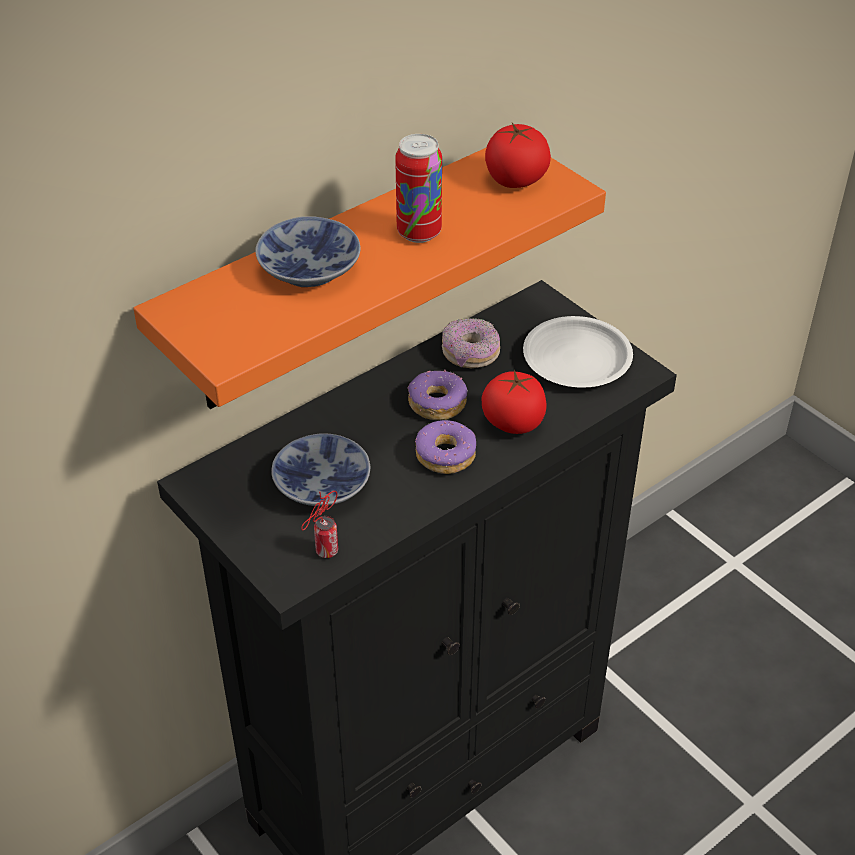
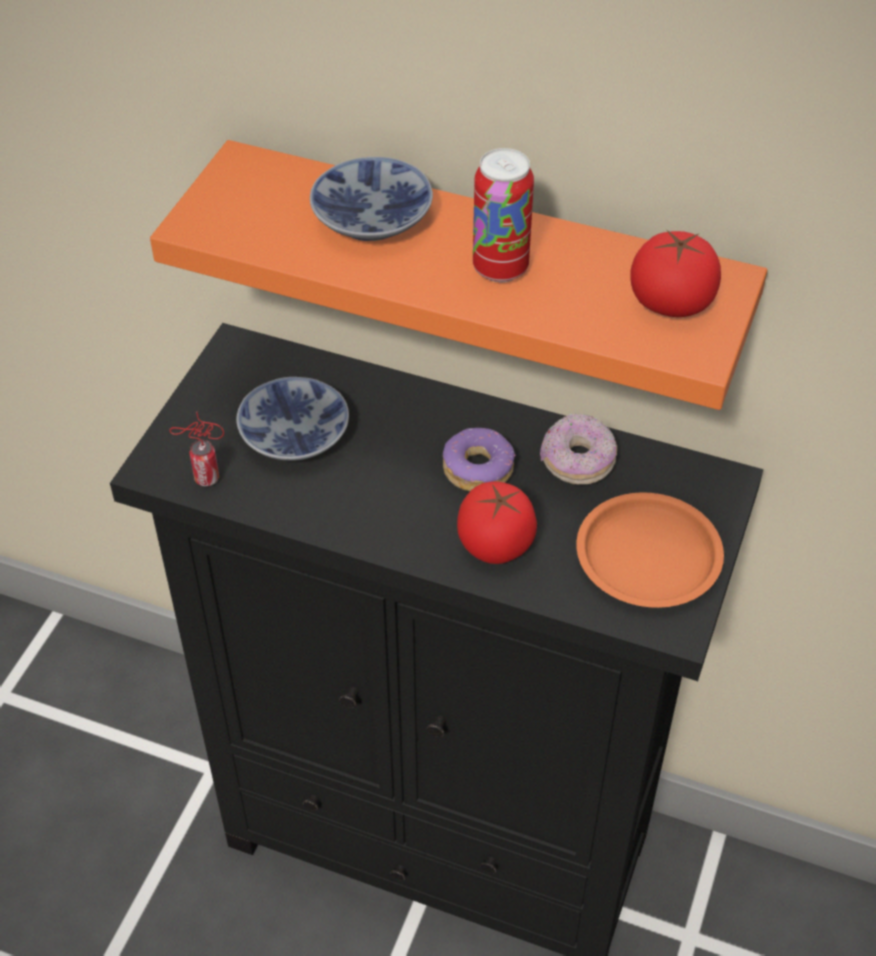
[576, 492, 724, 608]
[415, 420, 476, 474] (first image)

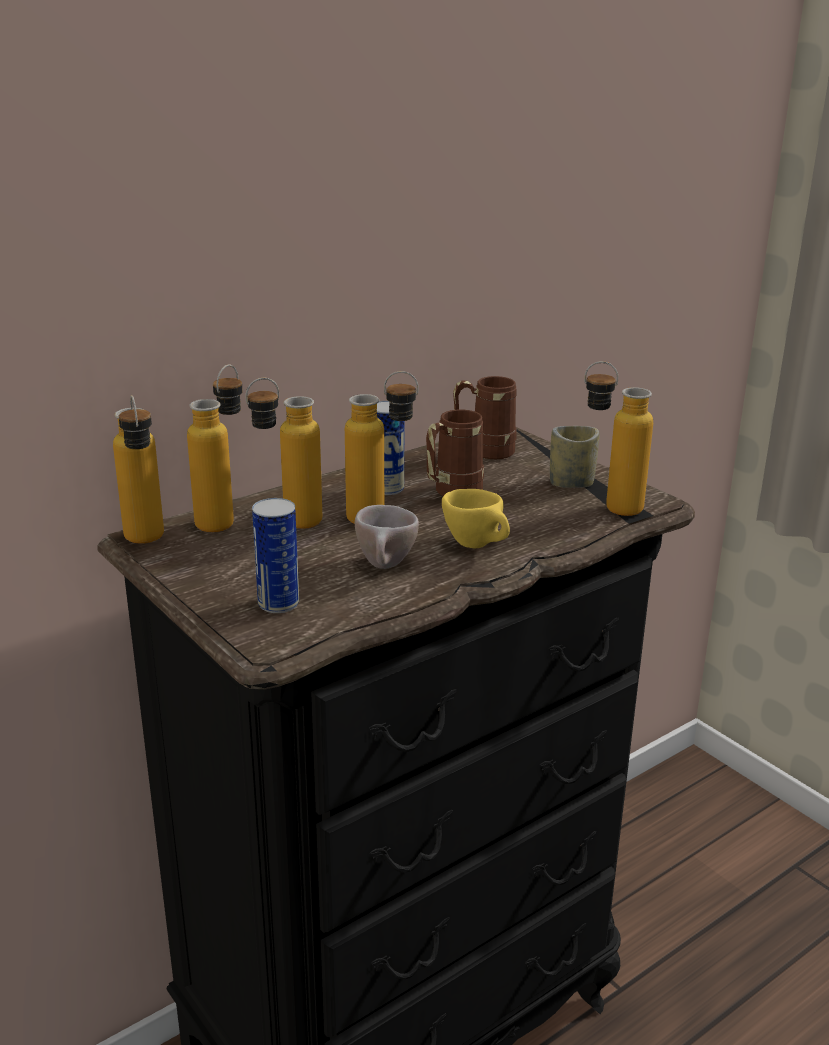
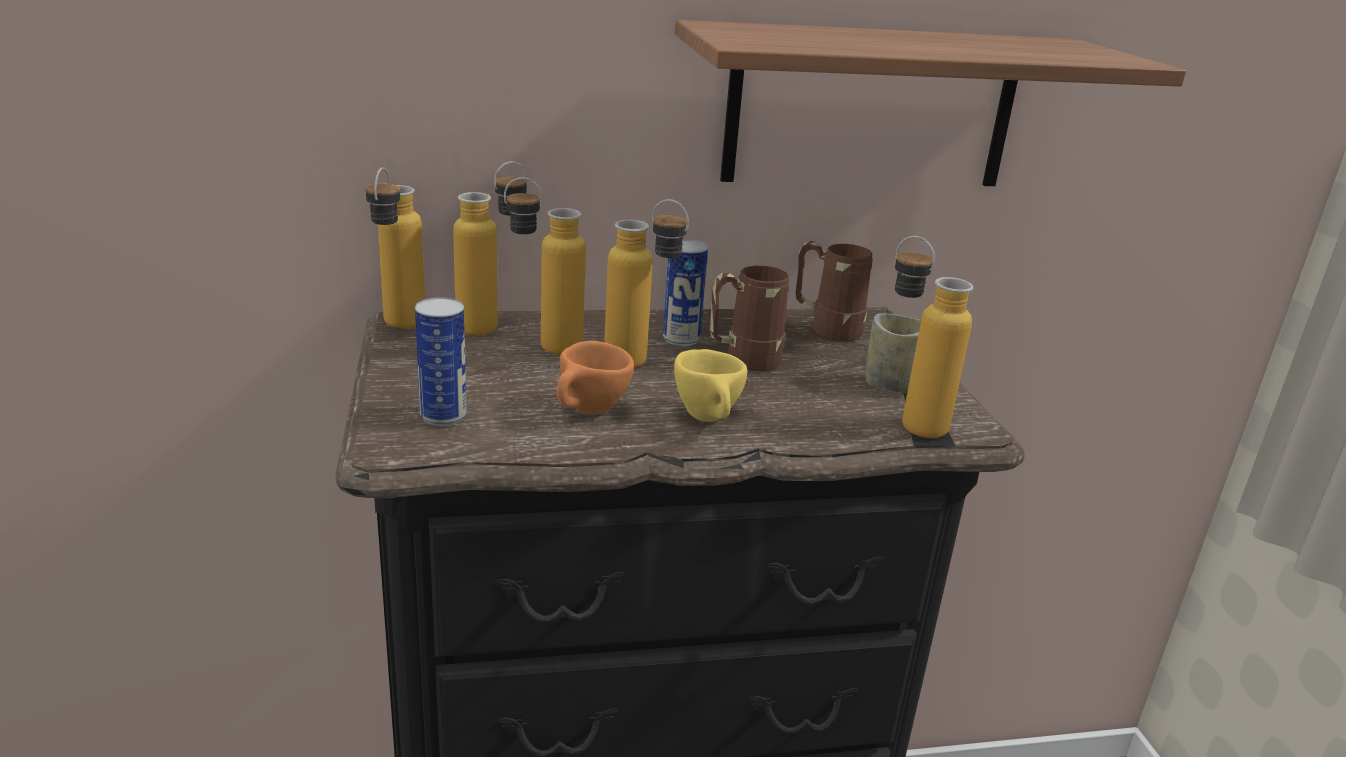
[556, 341, 634, 414]
[675, 20, 1186, 186]

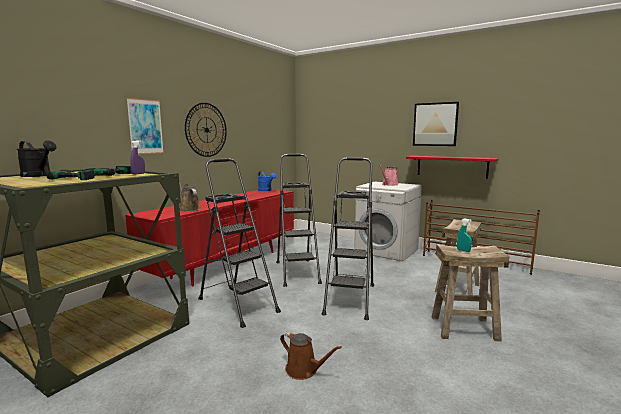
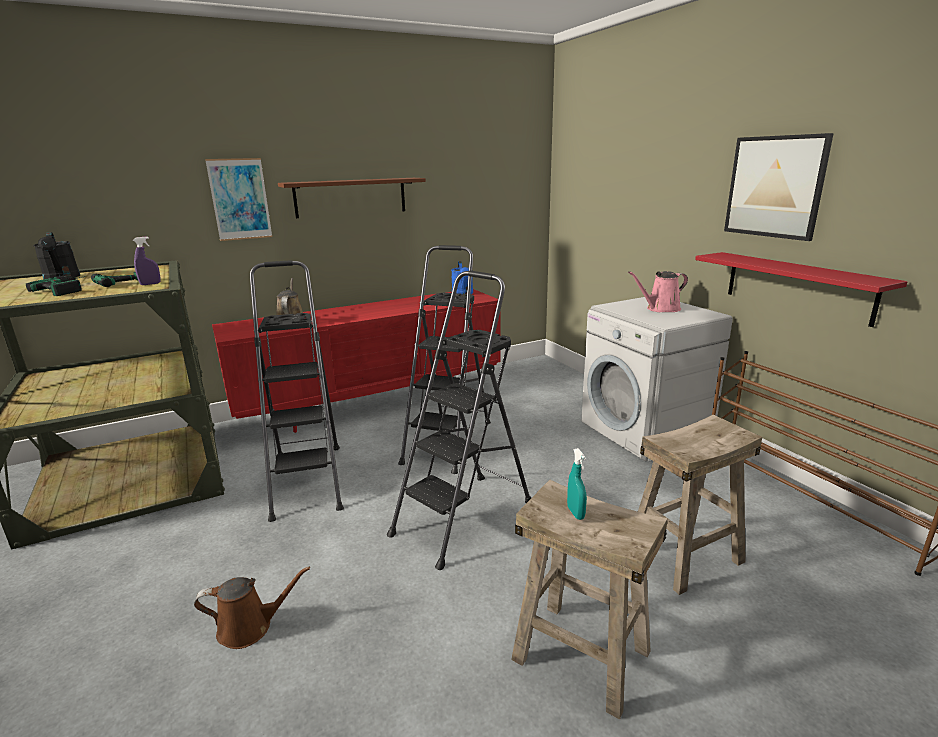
[194, 566, 310, 649]
[278, 178, 426, 218]

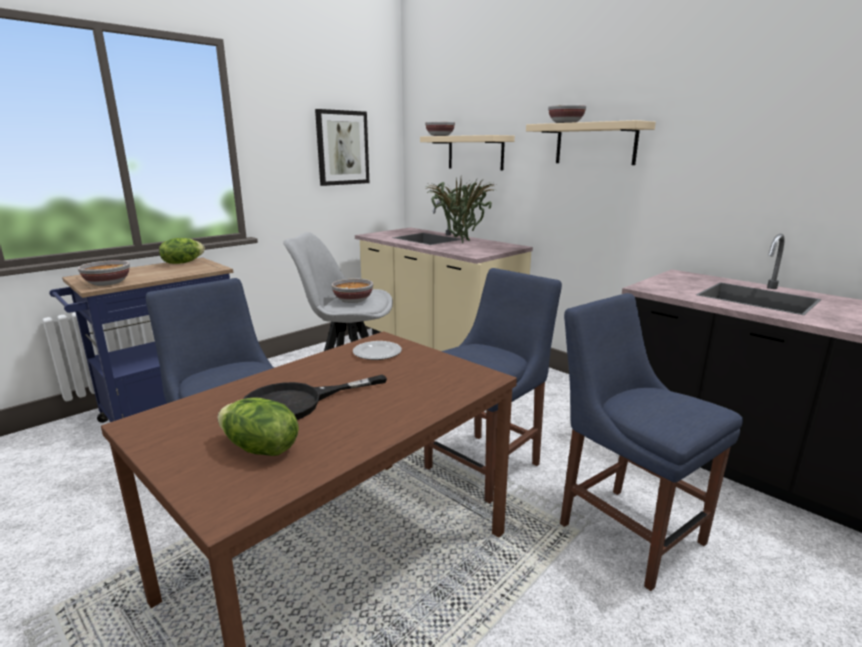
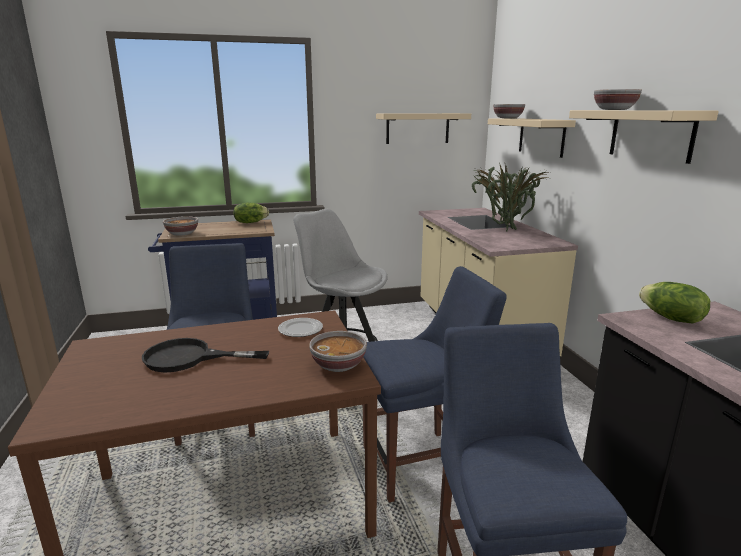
[309, 331, 367, 372]
[376, 113, 471, 144]
[639, 282, 710, 324]

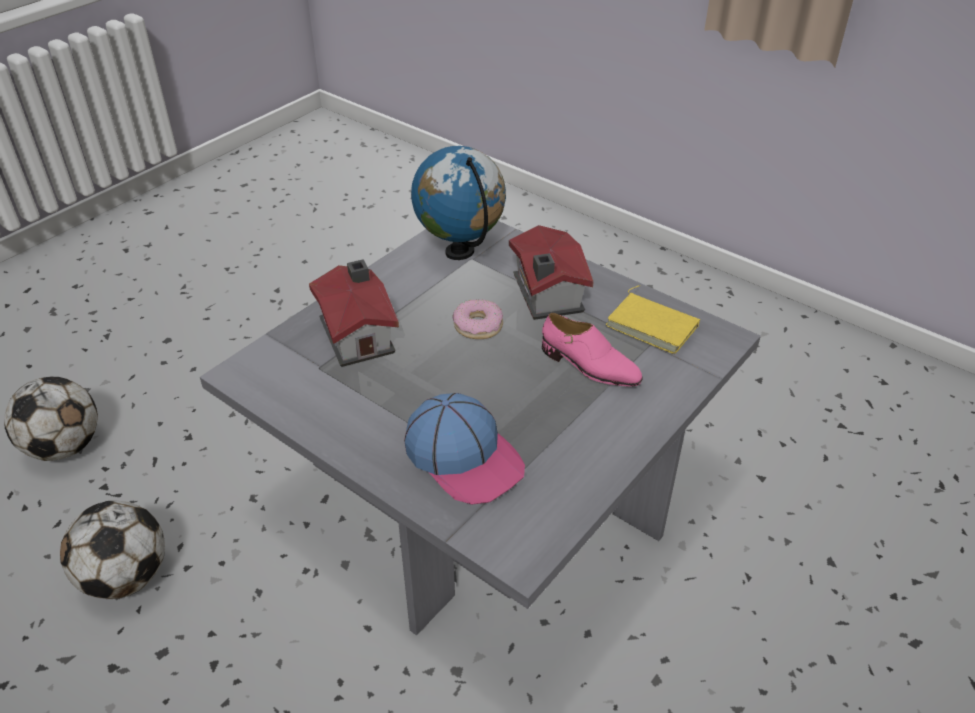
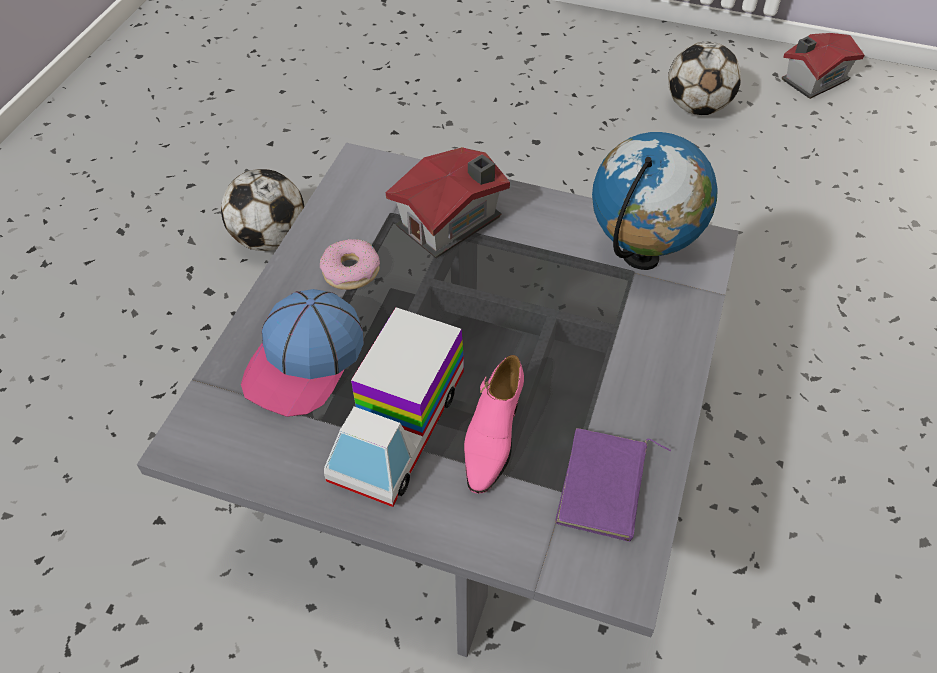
[320, 239, 380, 290]
[324, 307, 464, 507]
[555, 428, 671, 542]
[668, 42, 741, 115]
[782, 33, 864, 99]

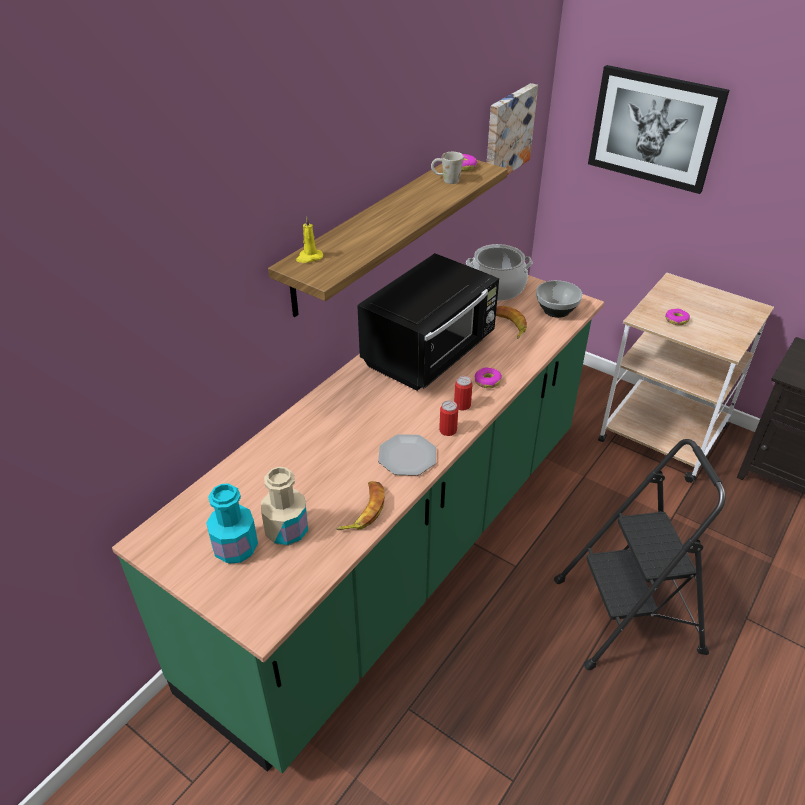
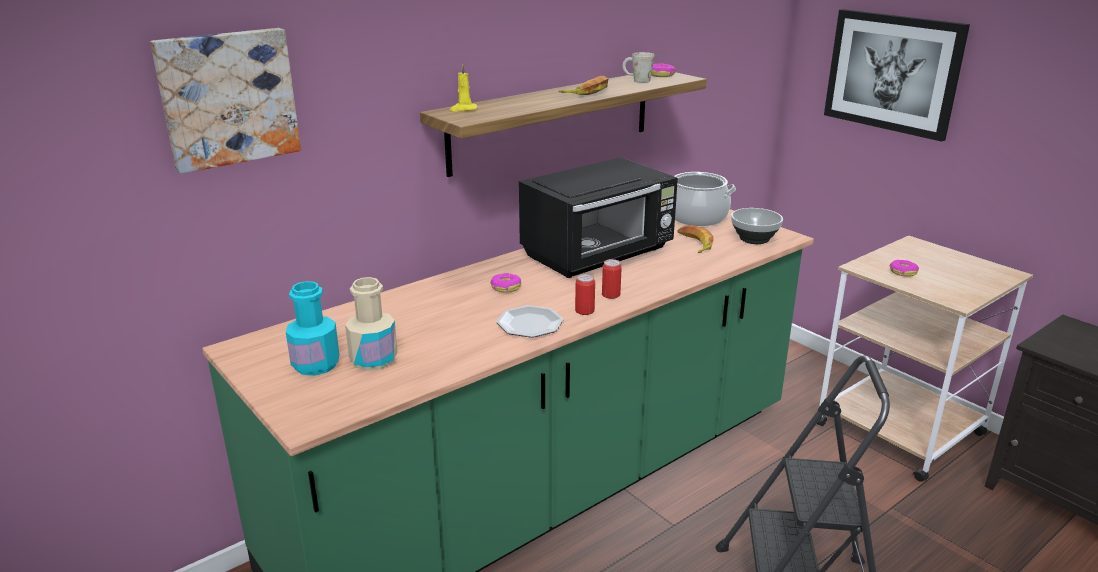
[150, 28, 301, 174]
[490, 273, 521, 293]
[558, 76, 609, 95]

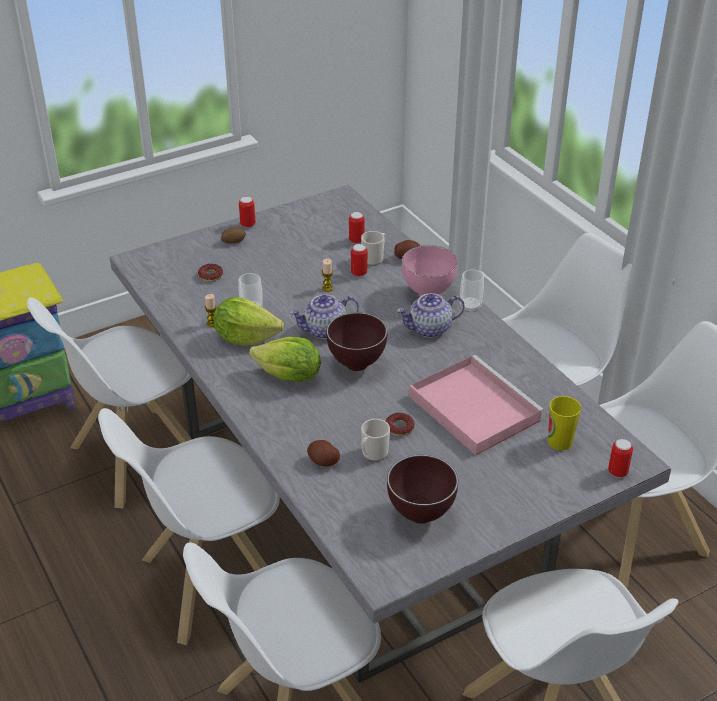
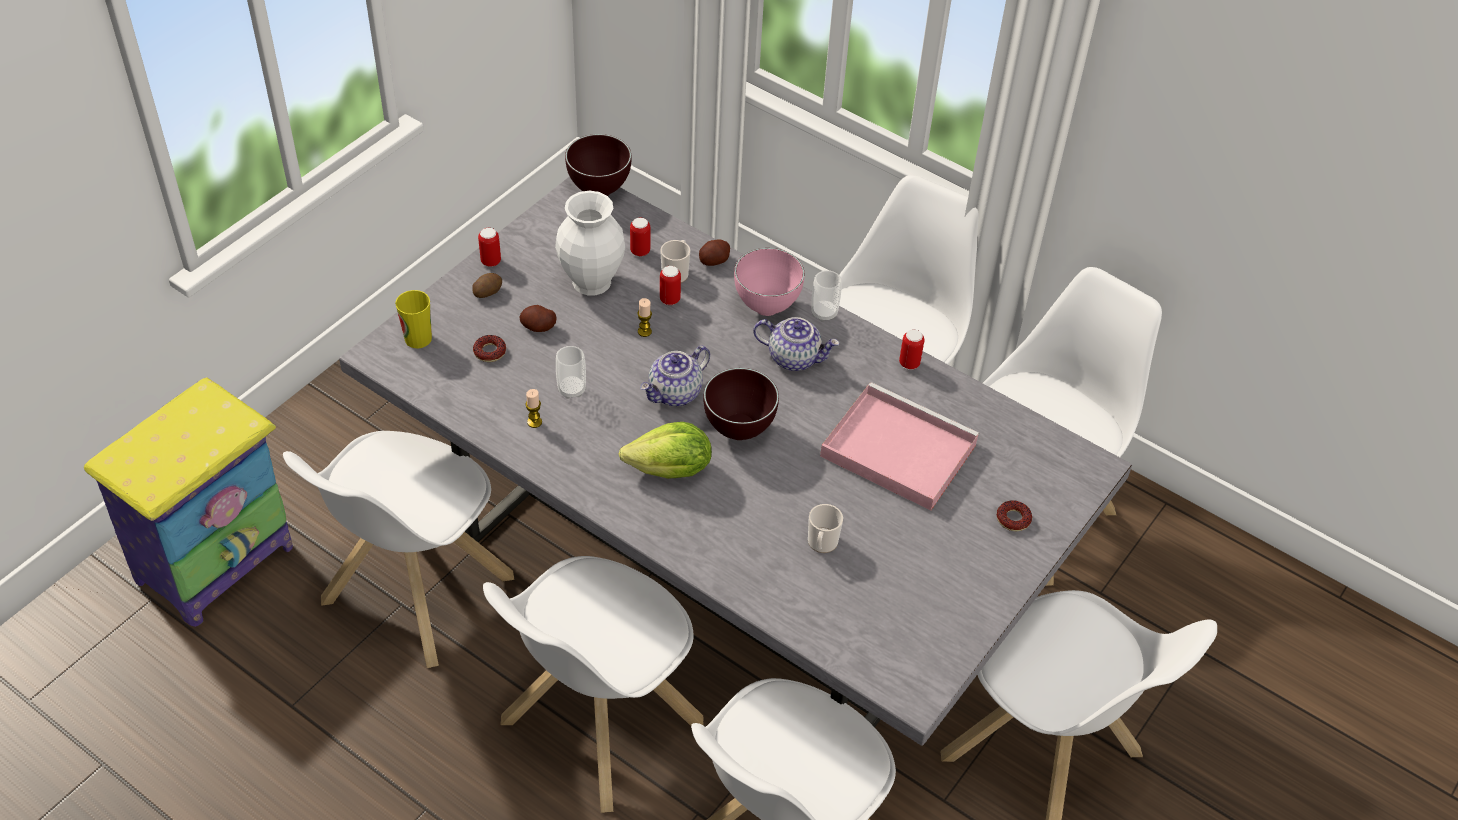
[395, 290, 432, 348]
[520, 305, 557, 332]
[555, 191, 625, 295]
[565, 134, 632, 196]
[753, 317, 839, 371]
[899, 330, 924, 370]
[997, 500, 1032, 531]
[213, 297, 284, 346] (first image)

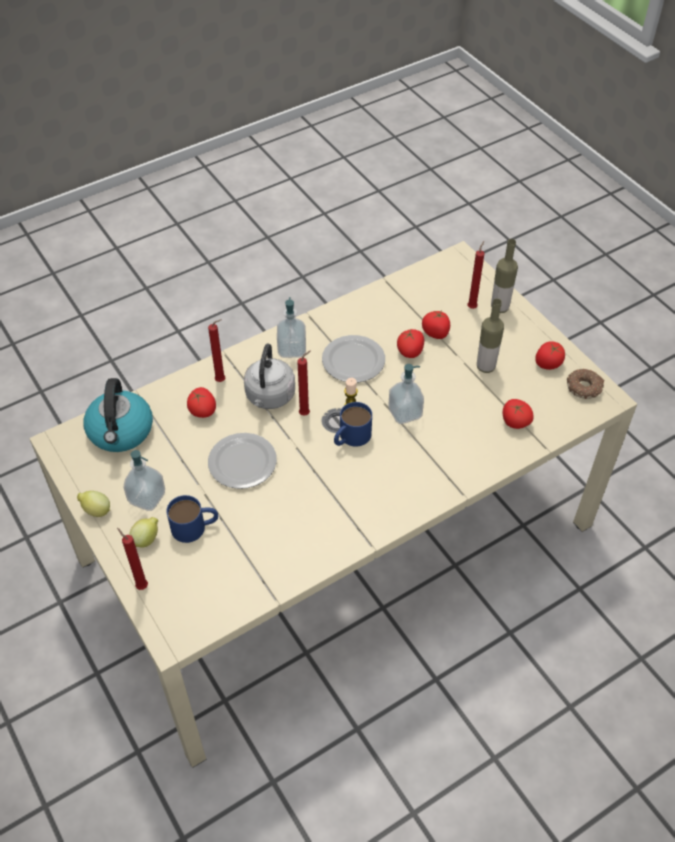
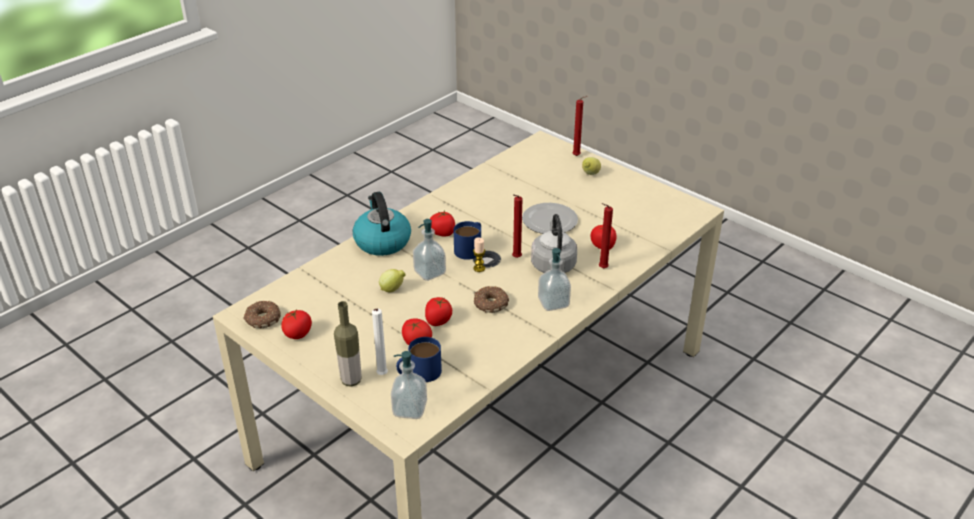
[353, 192, 411, 256]
[372, 308, 388, 375]
[379, 269, 406, 292]
[391, 351, 427, 419]
[396, 337, 442, 382]
[430, 210, 455, 237]
[474, 286, 509, 313]
[477, 298, 504, 373] (first image)

